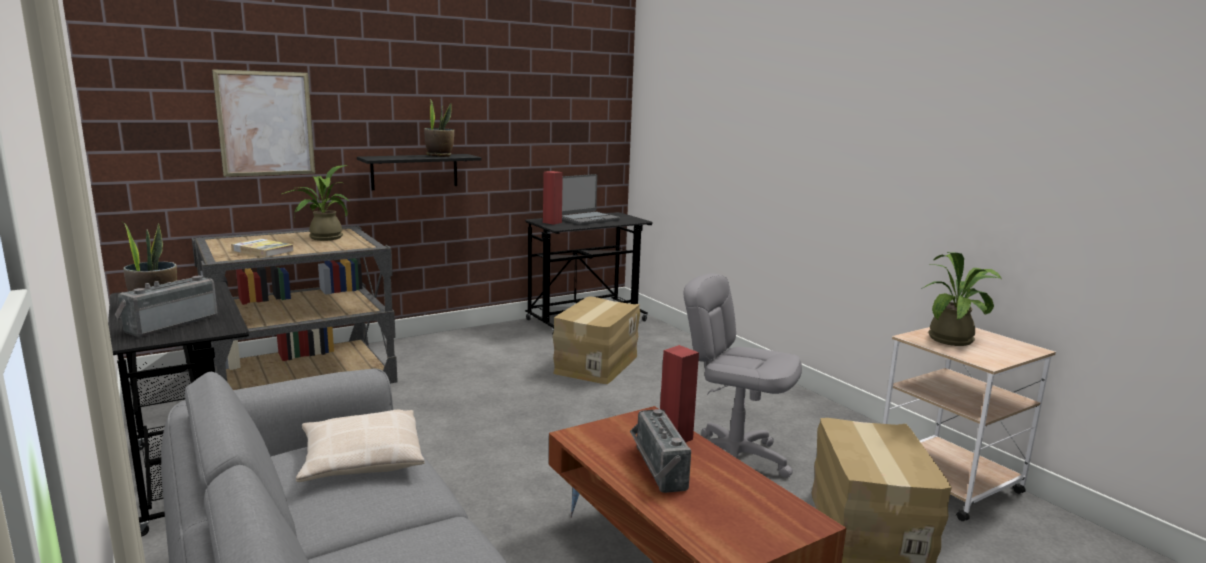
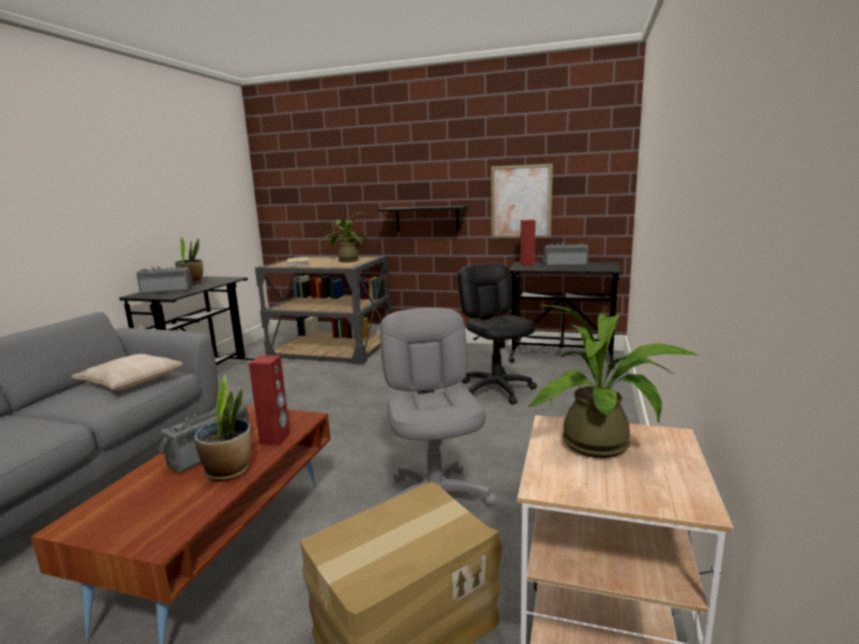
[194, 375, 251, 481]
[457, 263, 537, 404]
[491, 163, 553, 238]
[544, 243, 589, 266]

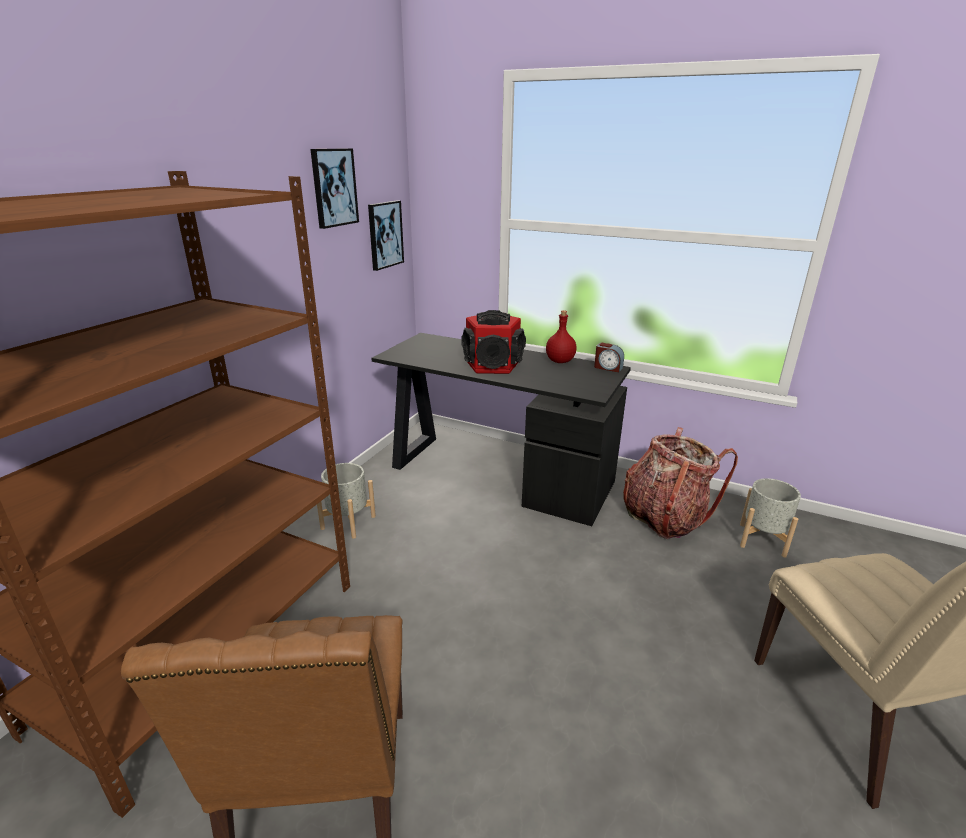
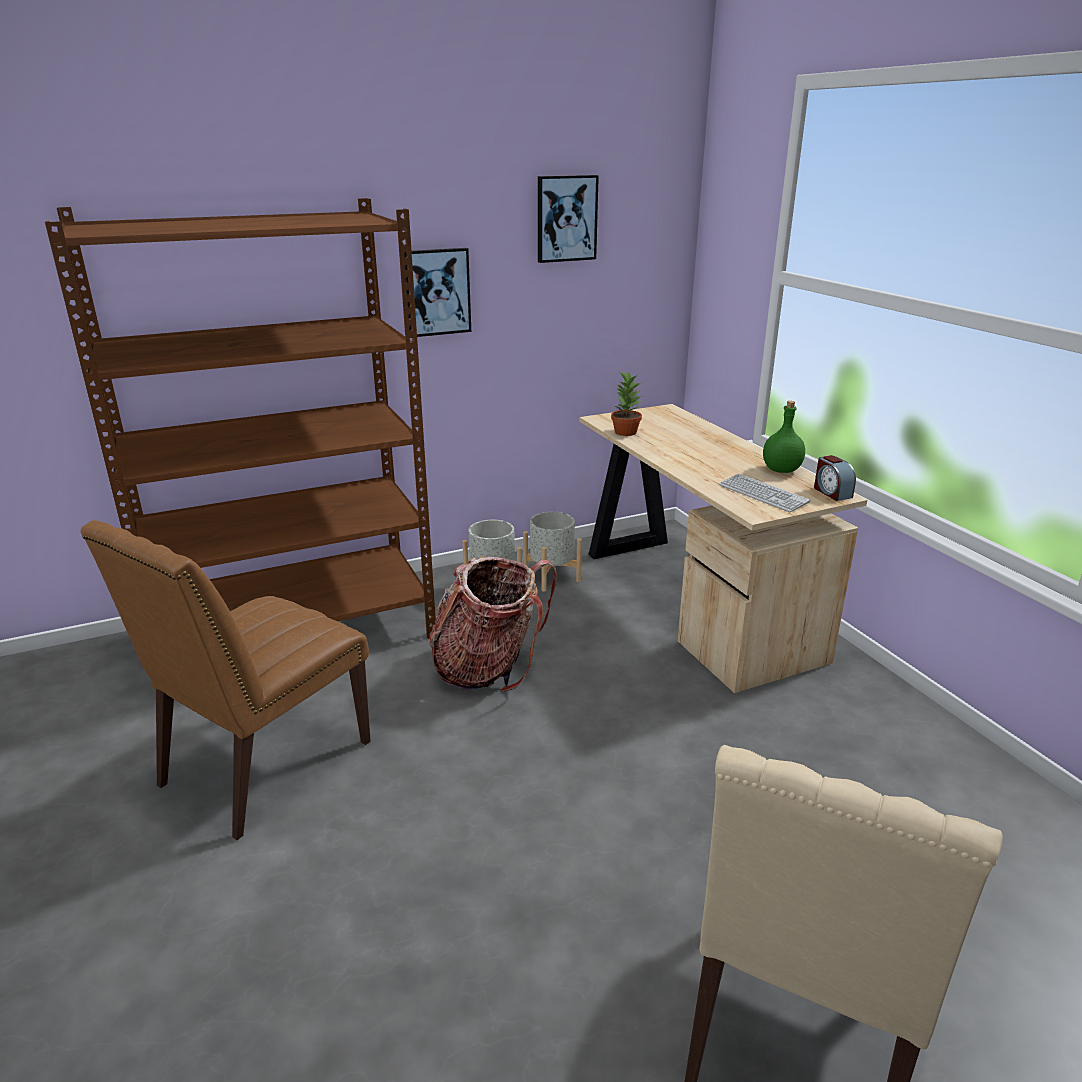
[403, 248, 471, 337]
[429, 557, 557, 692]
[523, 512, 582, 592]
[579, 404, 867, 693]
[611, 371, 642, 436]
[719, 473, 810, 512]
[763, 401, 805, 473]
[461, 310, 526, 374] (first image)

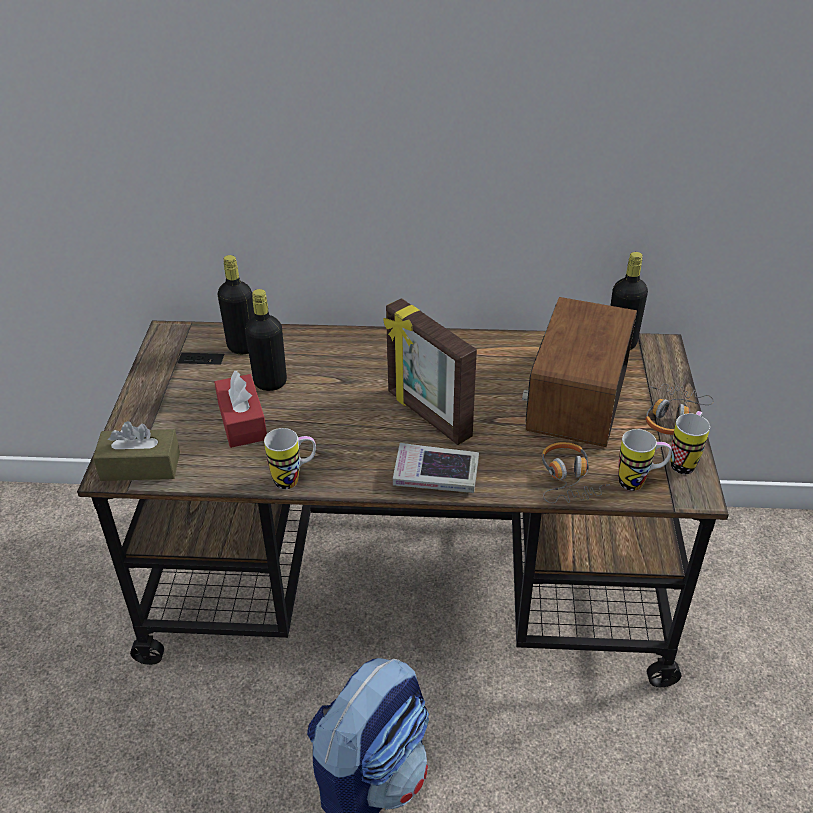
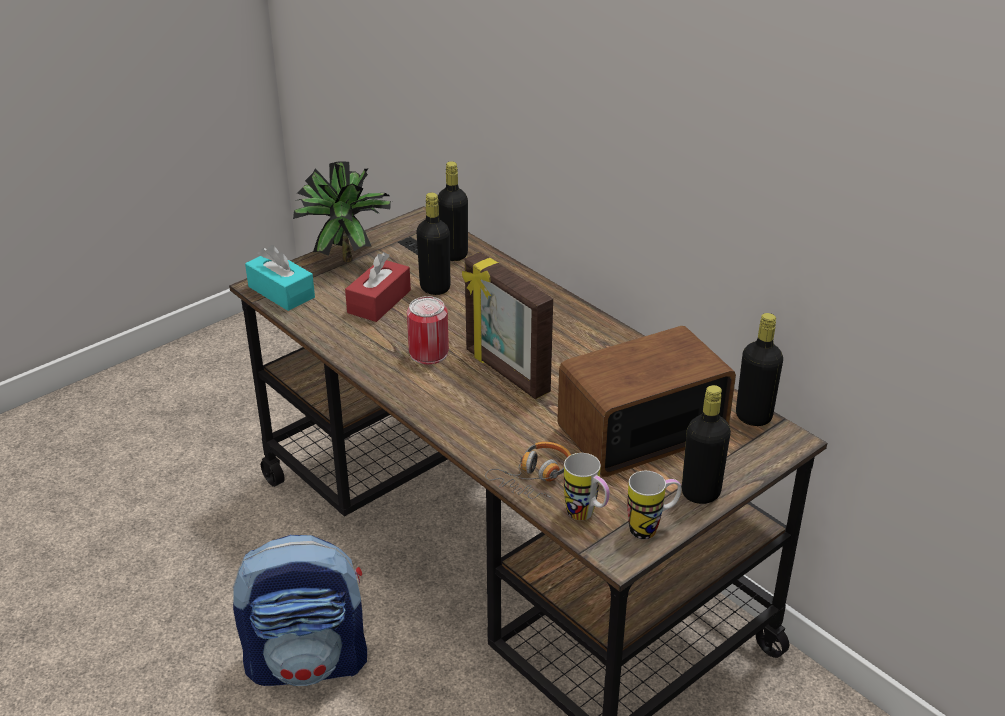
[245, 245, 315, 311]
[293, 162, 392, 262]
[407, 296, 449, 364]
[462, 252, 553, 399]
[682, 385, 731, 504]
[264, 428, 316, 489] (first image)
[393, 443, 479, 493] (first image)

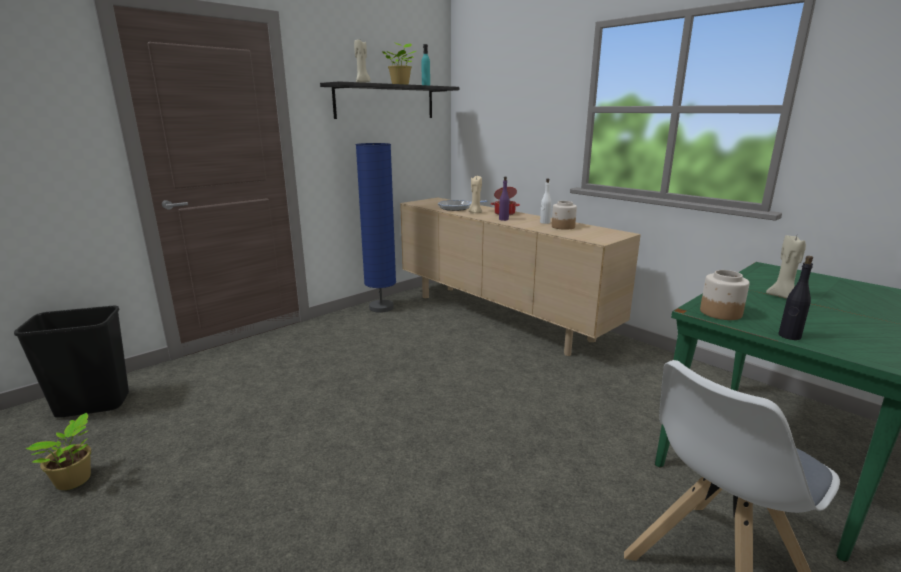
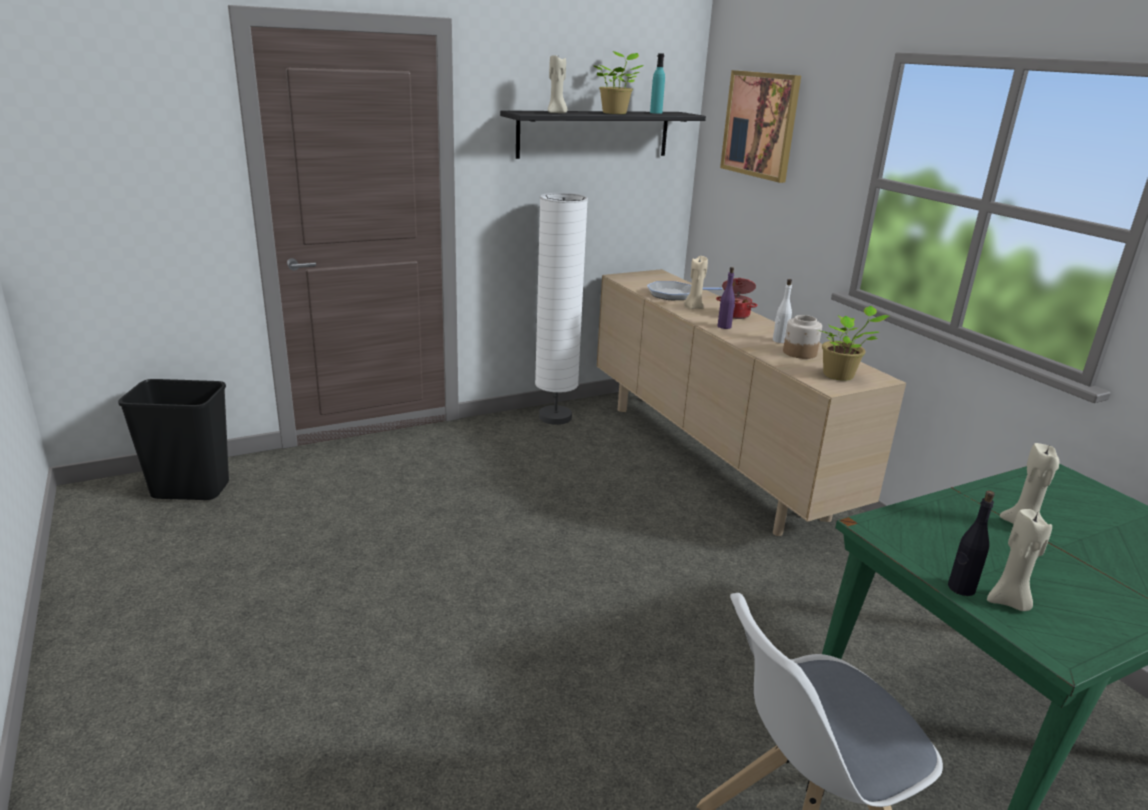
[535, 193, 588, 425]
[720, 70, 801, 183]
[817, 306, 889, 381]
[987, 509, 1052, 611]
[700, 270, 750, 320] (first image)

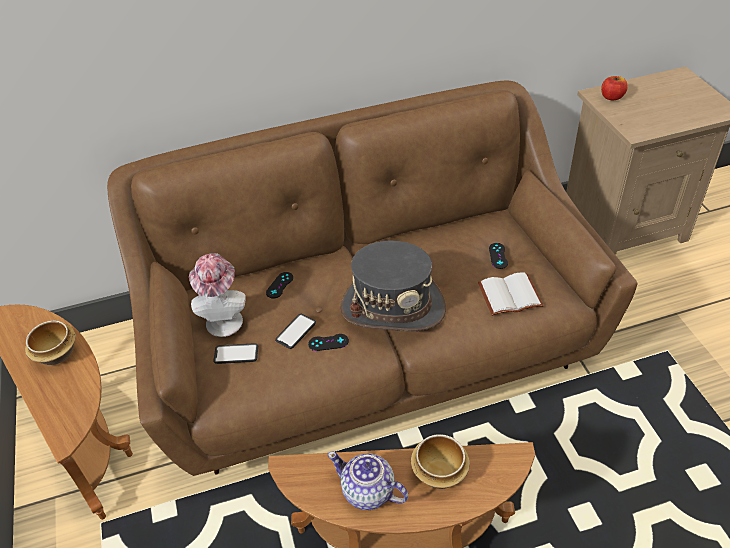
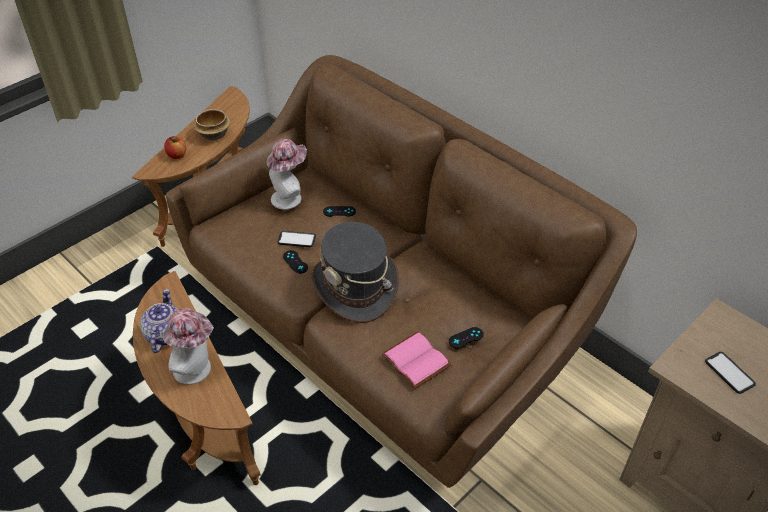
[163, 308, 214, 385]
[164, 136, 186, 159]
[382, 331, 452, 389]
[705, 352, 756, 394]

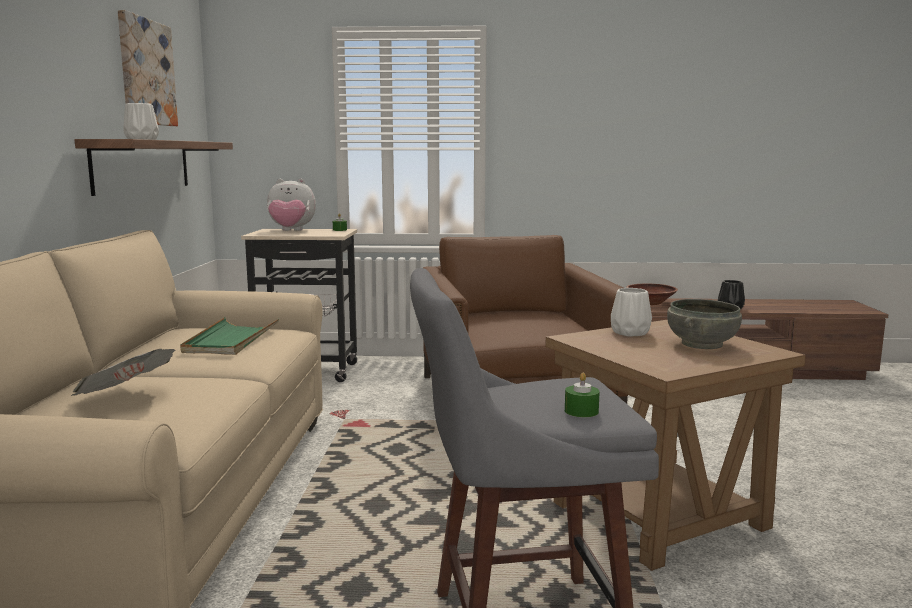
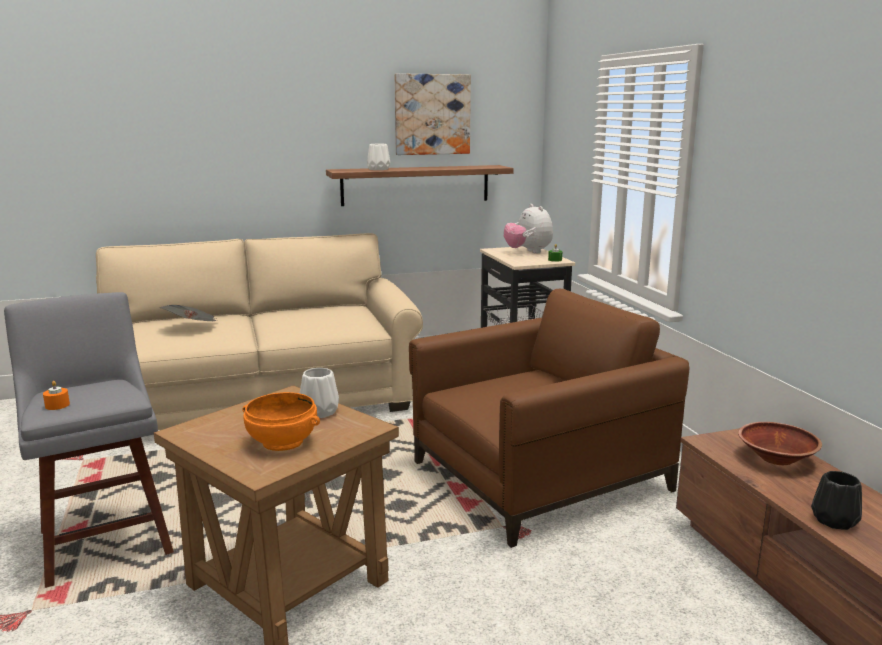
[43, 381, 70, 410]
[243, 392, 320, 451]
[180, 317, 279, 355] (first image)

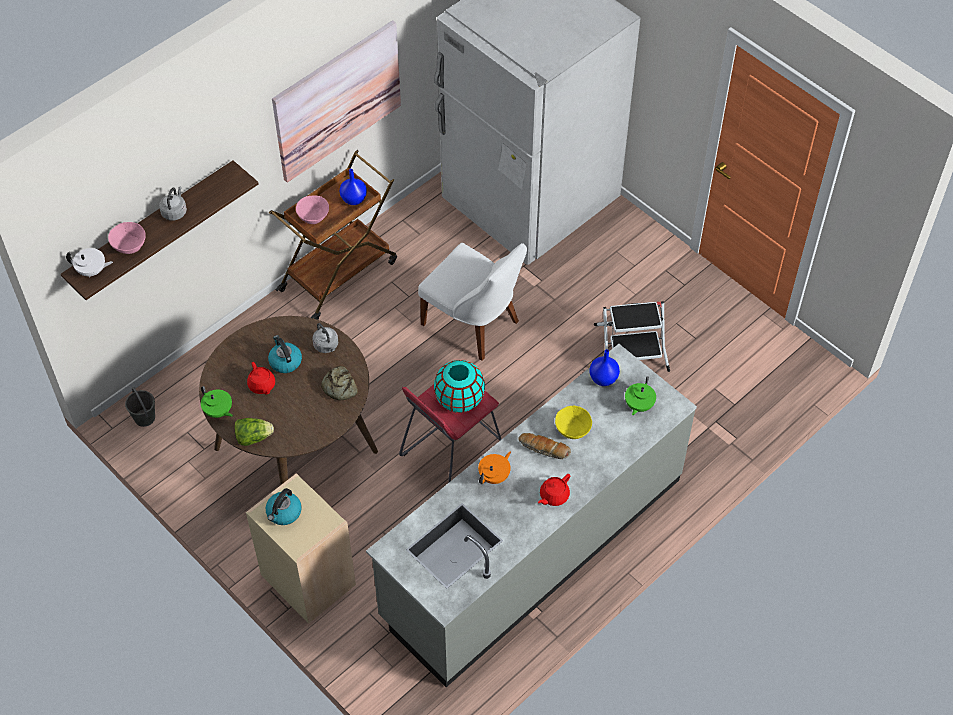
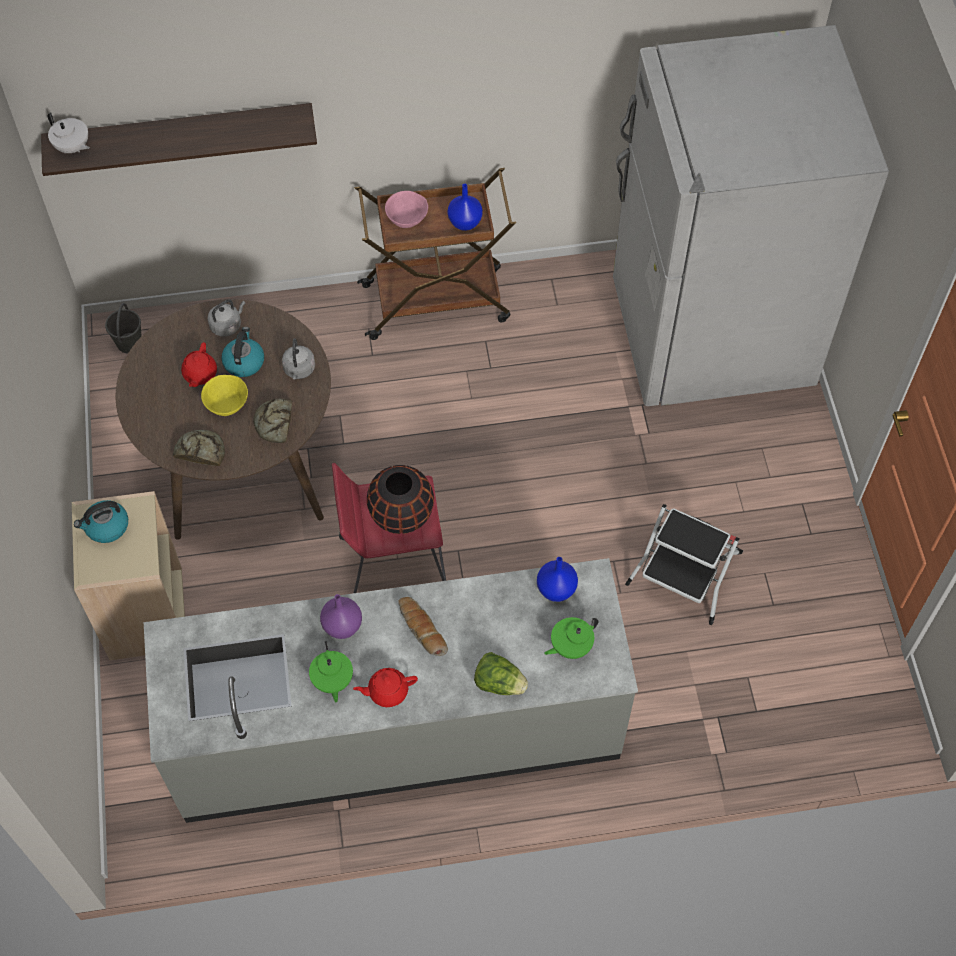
[173, 430, 225, 466]
[201, 375, 248, 416]
[207, 300, 245, 337]
[309, 641, 353, 703]
[320, 594, 362, 639]
[367, 465, 434, 534]
[474, 652, 528, 695]
[108, 222, 146, 254] (first image)
[272, 20, 401, 183] (first image)
[418, 243, 527, 361] (first image)

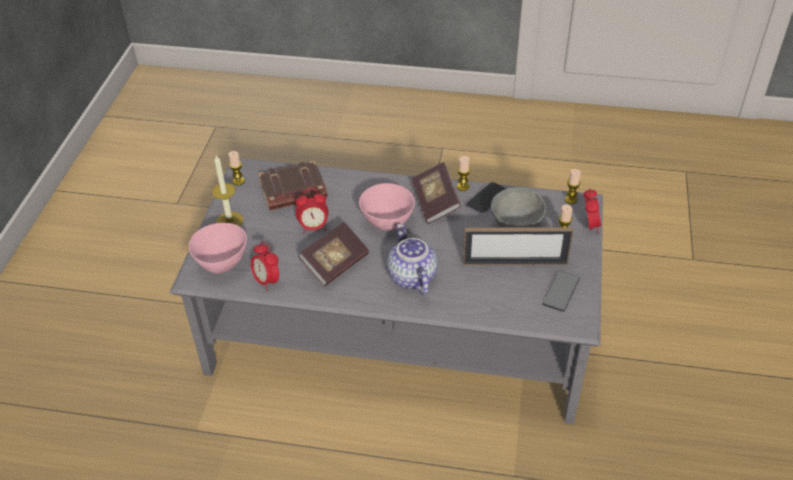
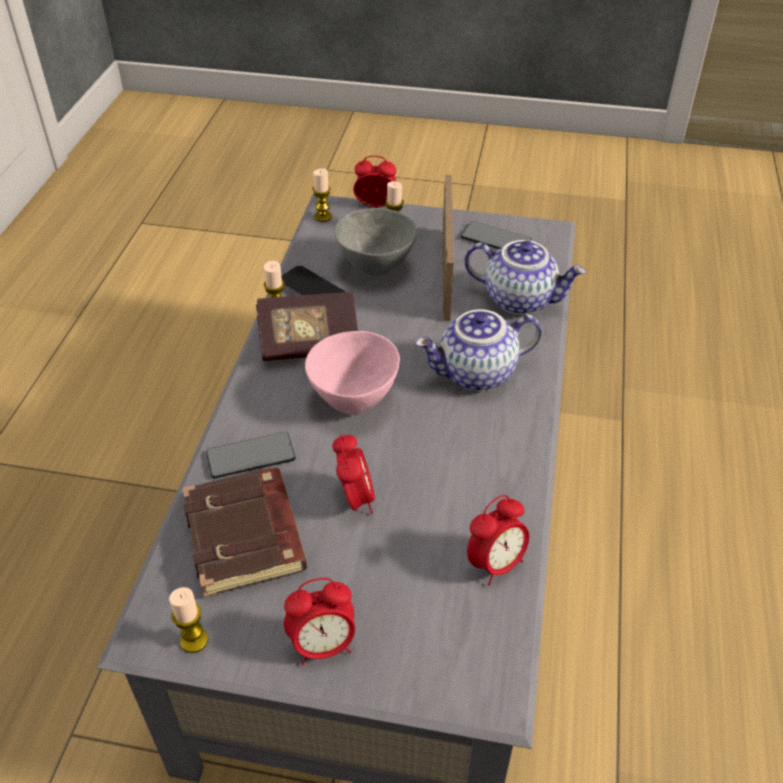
[206, 432, 296, 478]
[284, 578, 355, 665]
[464, 240, 586, 315]
[189, 223, 247, 274] (first image)
[298, 222, 369, 286] (first image)

